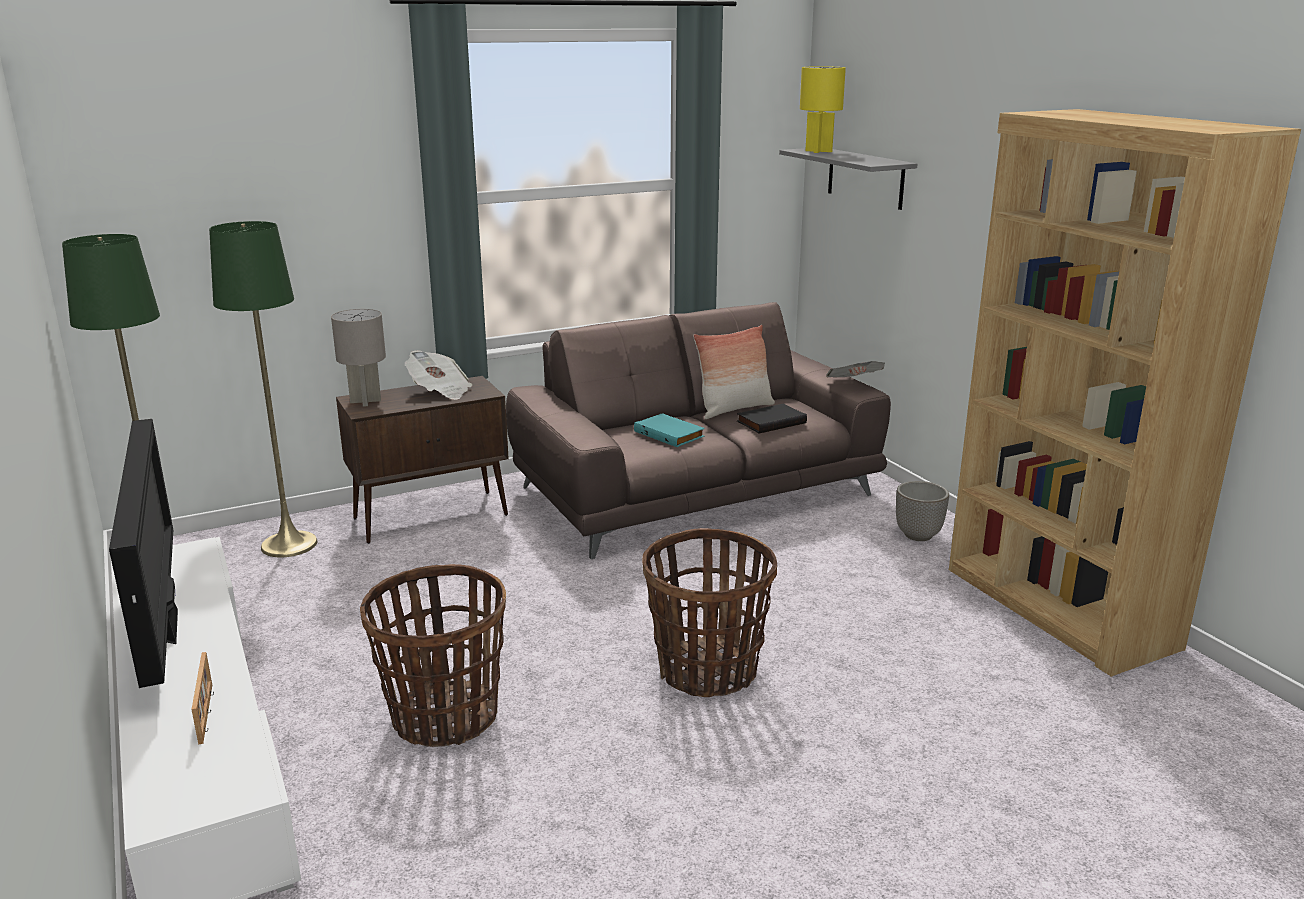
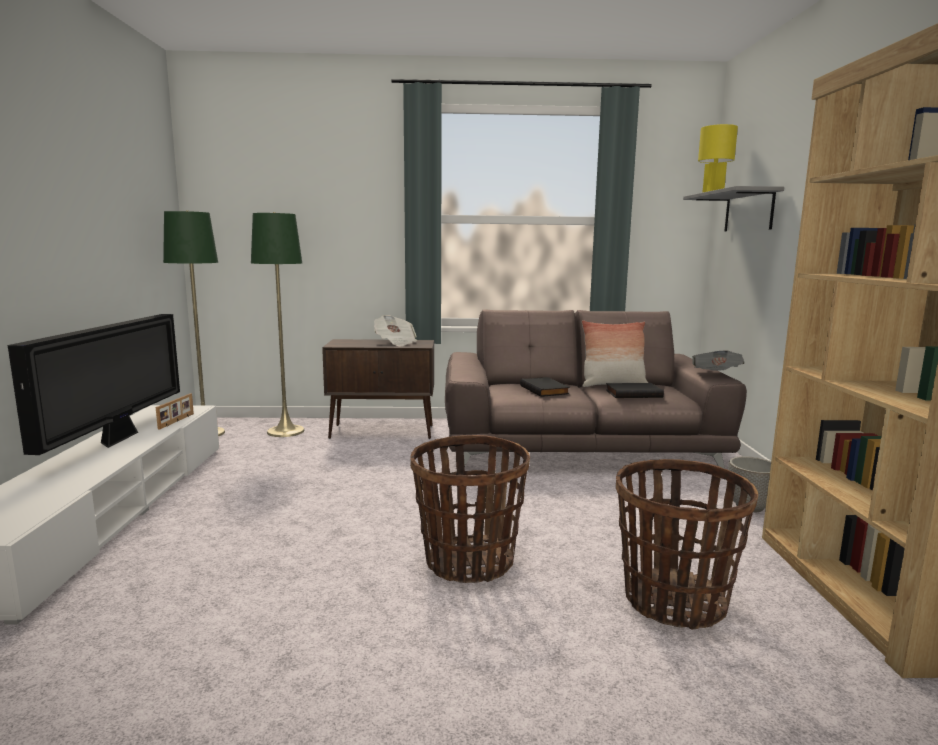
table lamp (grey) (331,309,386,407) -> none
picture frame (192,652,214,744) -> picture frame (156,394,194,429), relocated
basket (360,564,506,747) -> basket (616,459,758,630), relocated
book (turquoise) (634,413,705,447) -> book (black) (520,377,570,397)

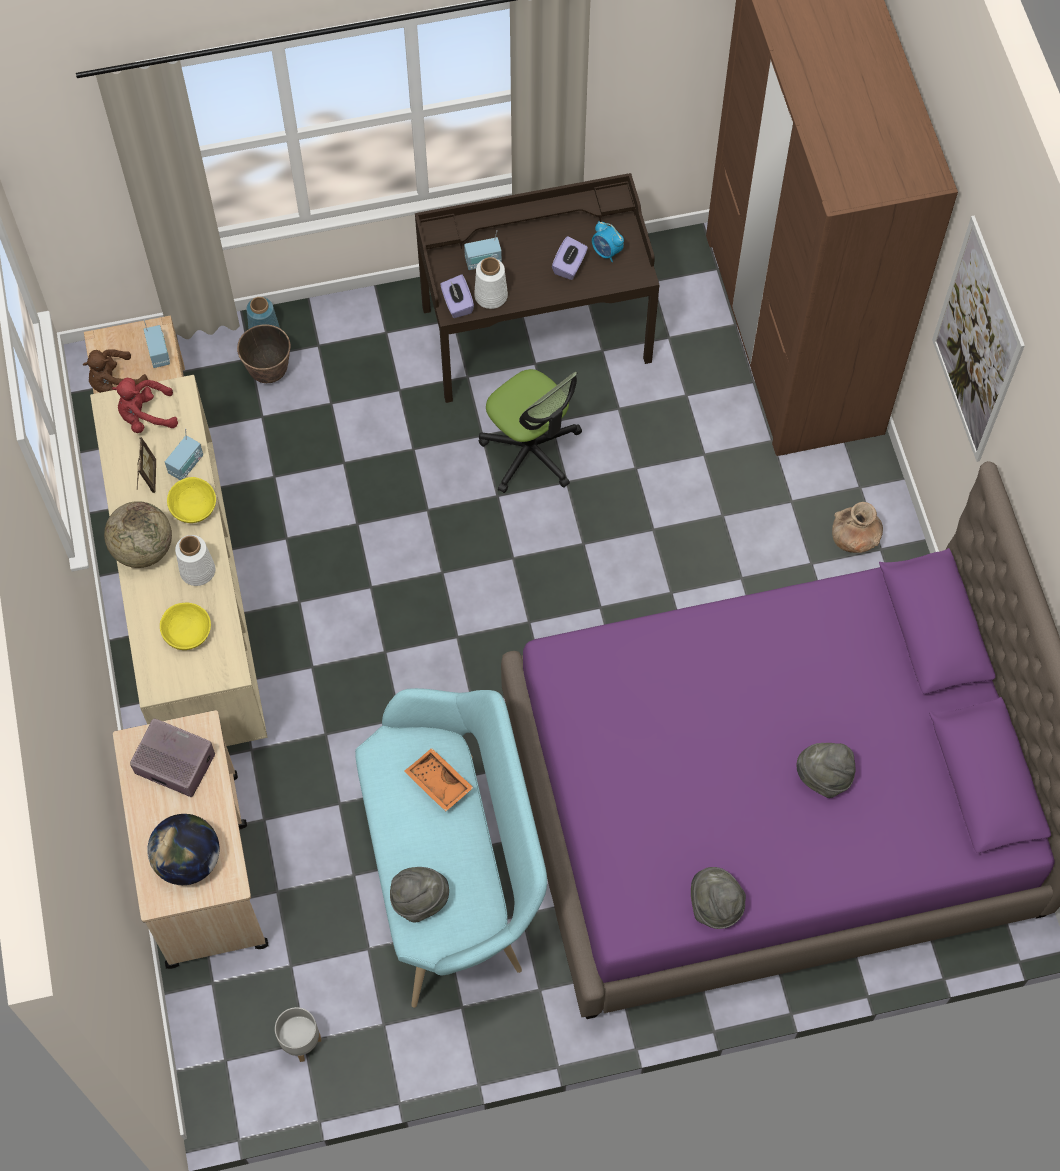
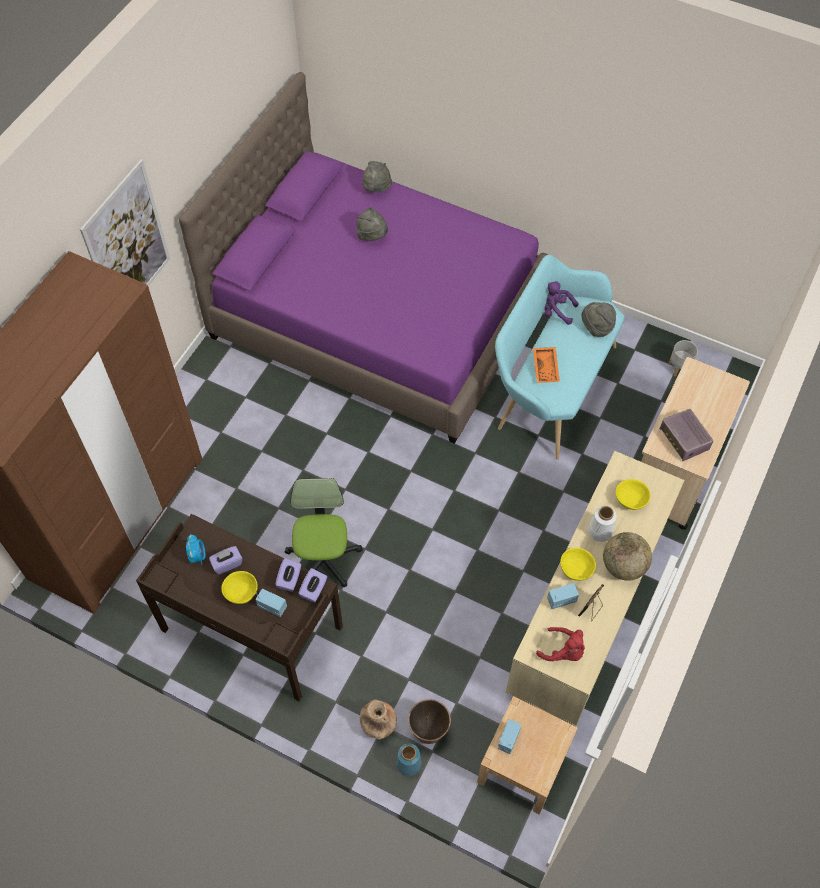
plush toy (brown) (83,349,148,393) -> none
globe (147,814,220,885) -> none
none -> bowl (yellow) (221,571,258,604)
none -> plush toy (purple) (544,281,579,325)
hat (grey) (691,867,746,929) -> hat (grey) (363,161,392,192), relocated
vase (brown) (832,502,883,553) -> vase (brown) (360,699,397,740), relocated
vase (white) (474,257,508,309) -> tissue box (purple) (275,558,301,592)

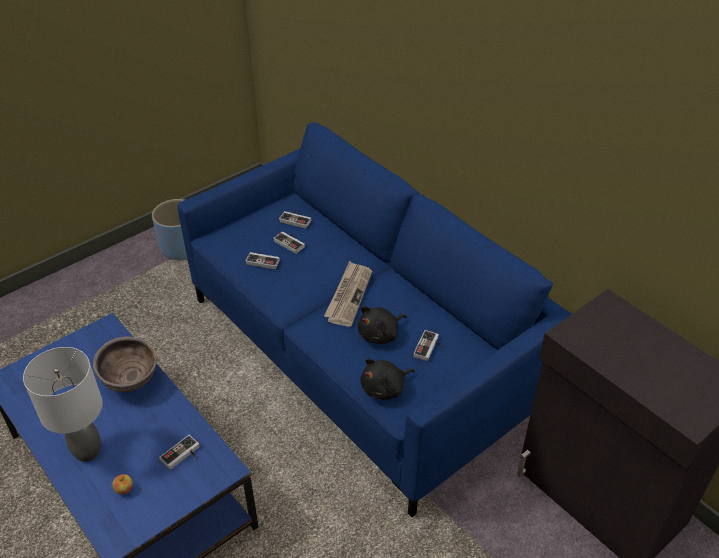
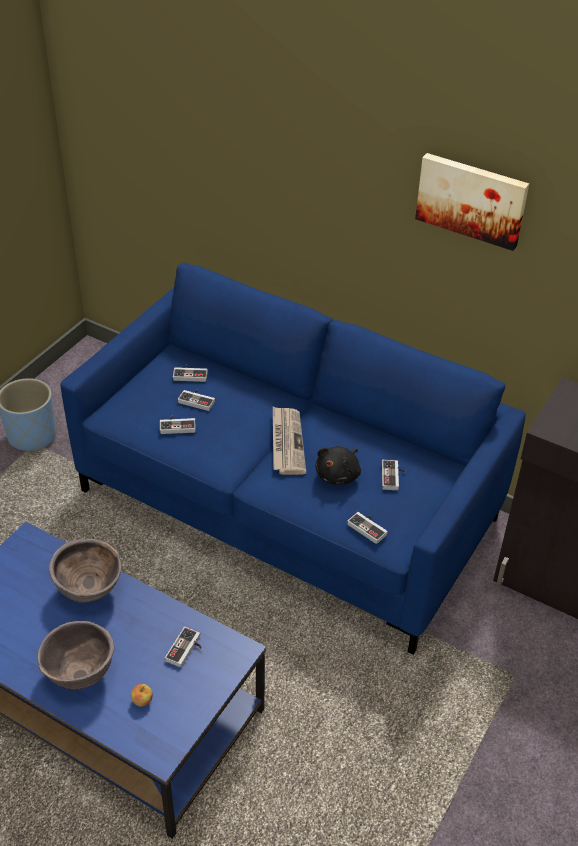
none -> picture (415,153,529,251)
table lamp (grey) (23,347,103,462) -> bowl (brown) (37,621,115,689)
plush toy (black) (361,358,415,400) -> game controller (347,512,388,544)

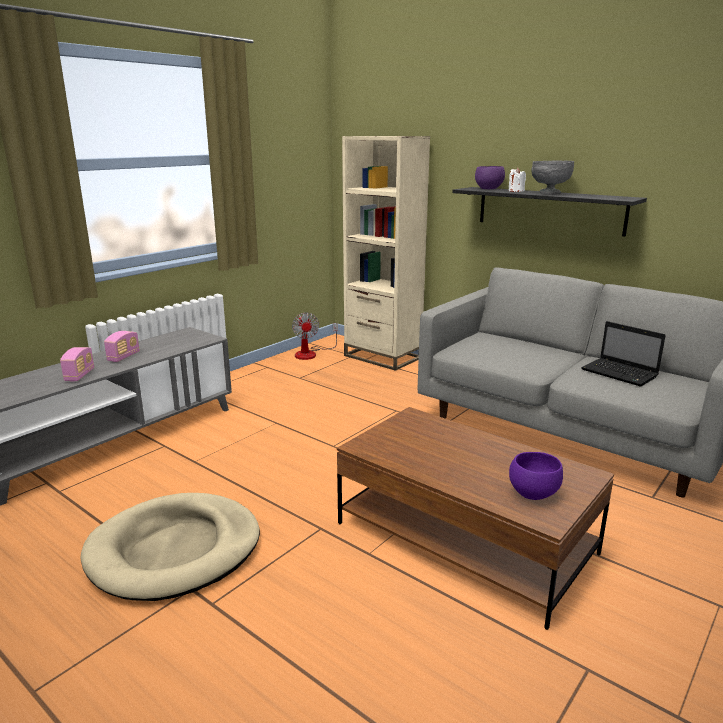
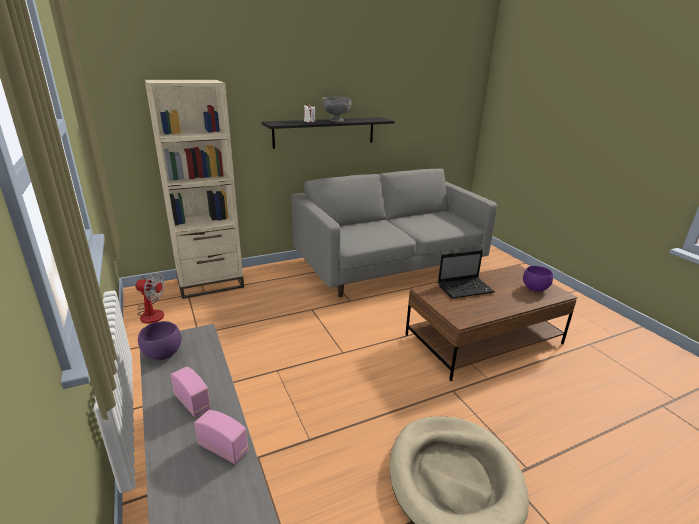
bowl (purple) (475,166,505,189) -> bowl (purple) (138,321,182,360), relocated
laptop (581,321,666,387) -> laptop (438,250,495,299), relocated

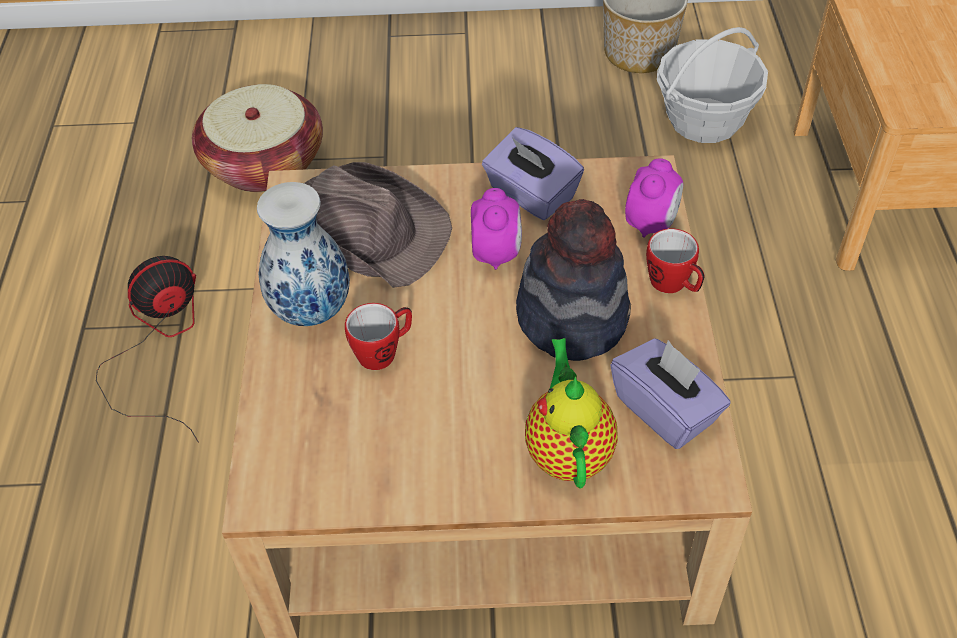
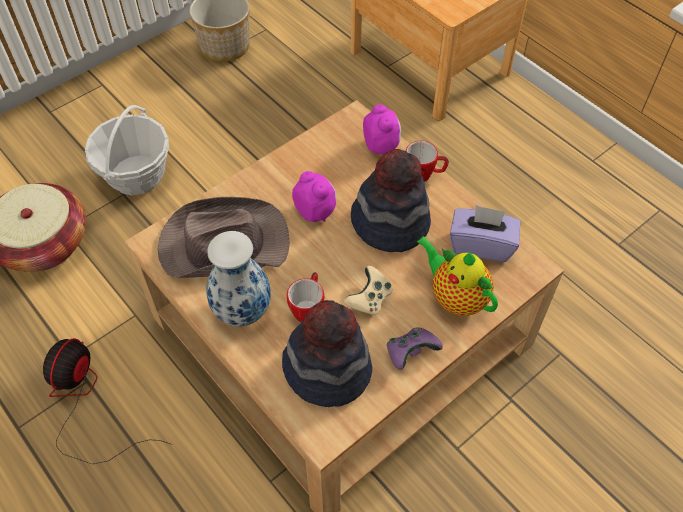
tissue box (purple) (482,127,584,220) -> none
none -> hat (282,300,372,407)
none -> game controller (beige) (344,266,393,316)
none -> game controller (purple) (387,327,443,370)
basket (657,27,768,143) -> basket (85,105,169,195), relocated

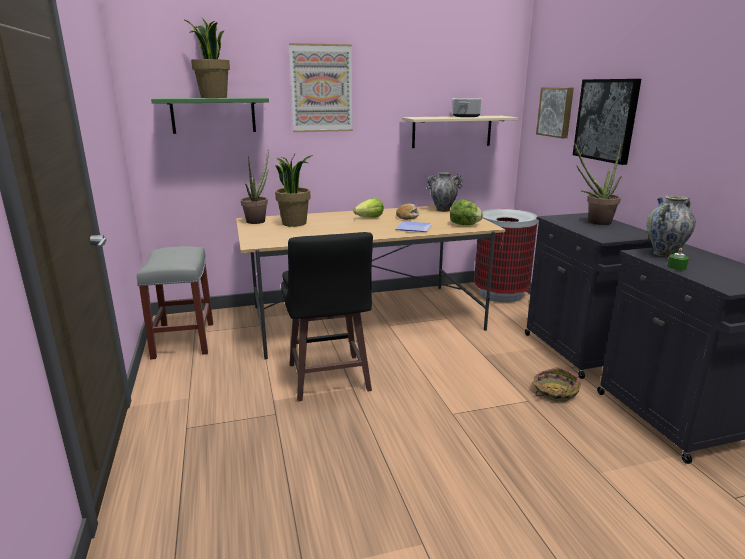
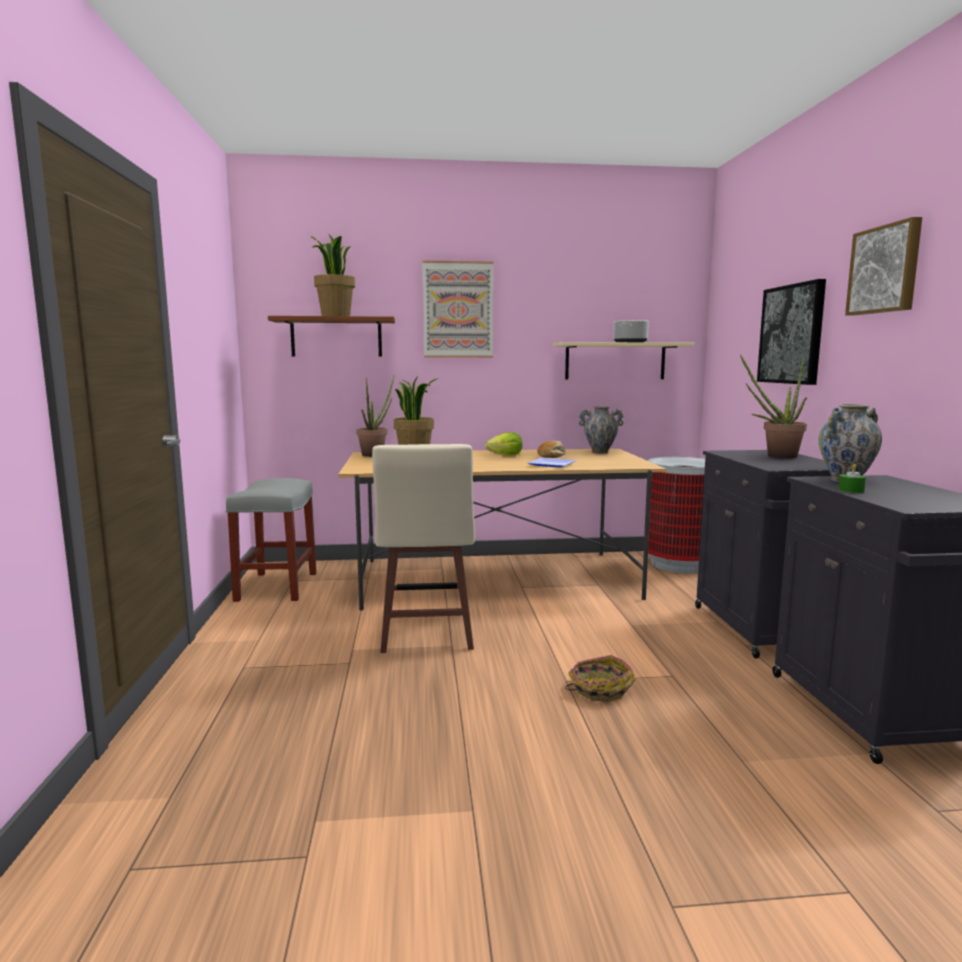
lettuce (450,199,483,225) -> none
basket (533,367,581,401) -> basket (565,655,635,702), relocated
picture (536,87,574,138) -> picture (845,217,922,316), relocated
shelf (green) (151,98,269,134) -> shelf (brown) (268,316,395,357)
stool (black) (281,232,373,401) -> stool (beige) (372,444,475,653)

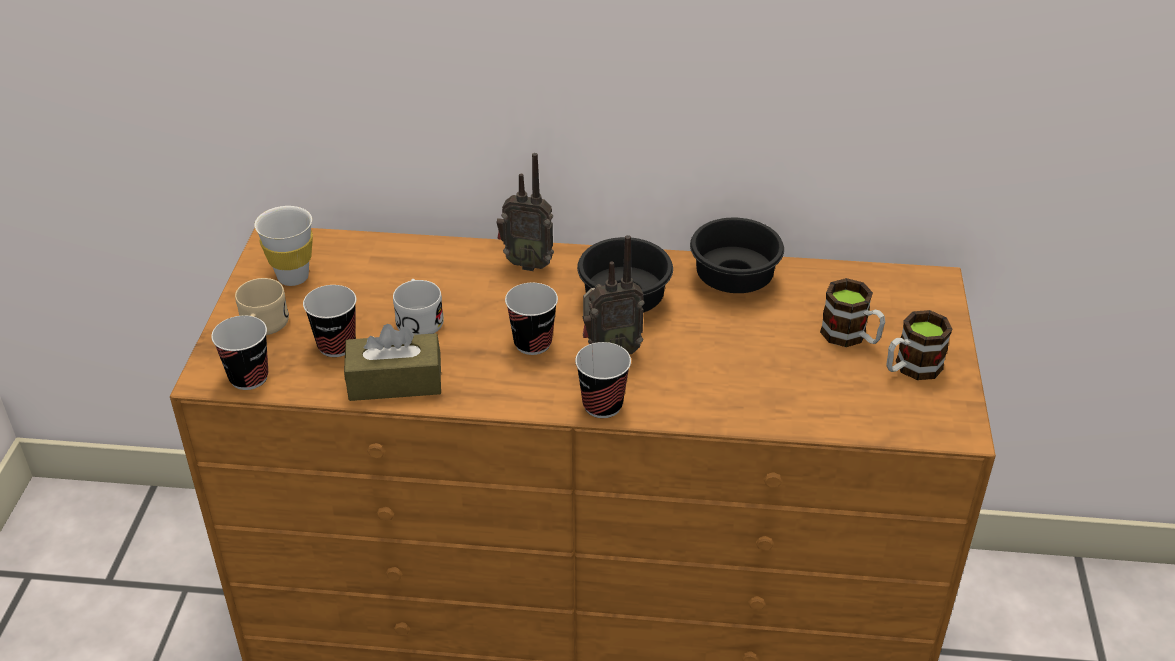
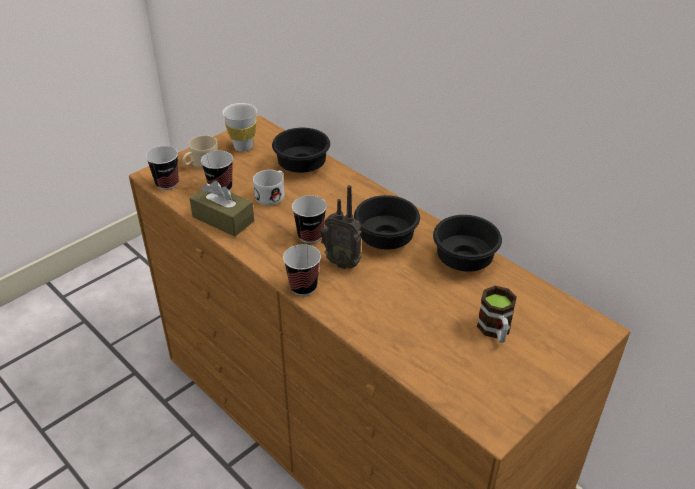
radio (497,153,554,271) -> none
mug (886,310,952,380) -> none
none -> bowl (black) (272,128,330,173)

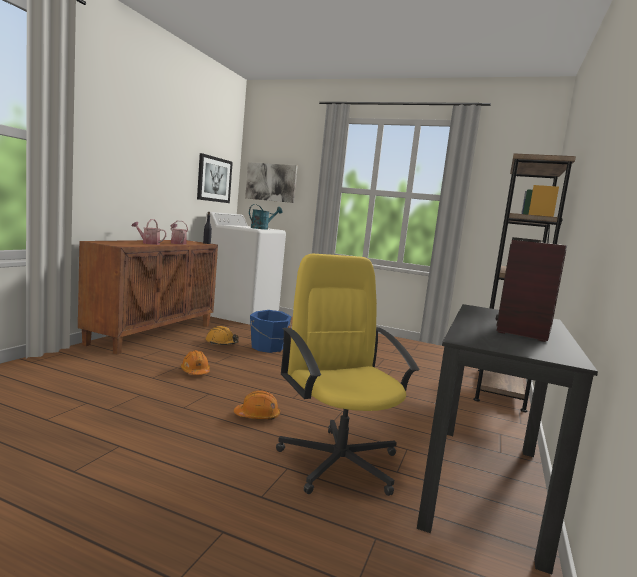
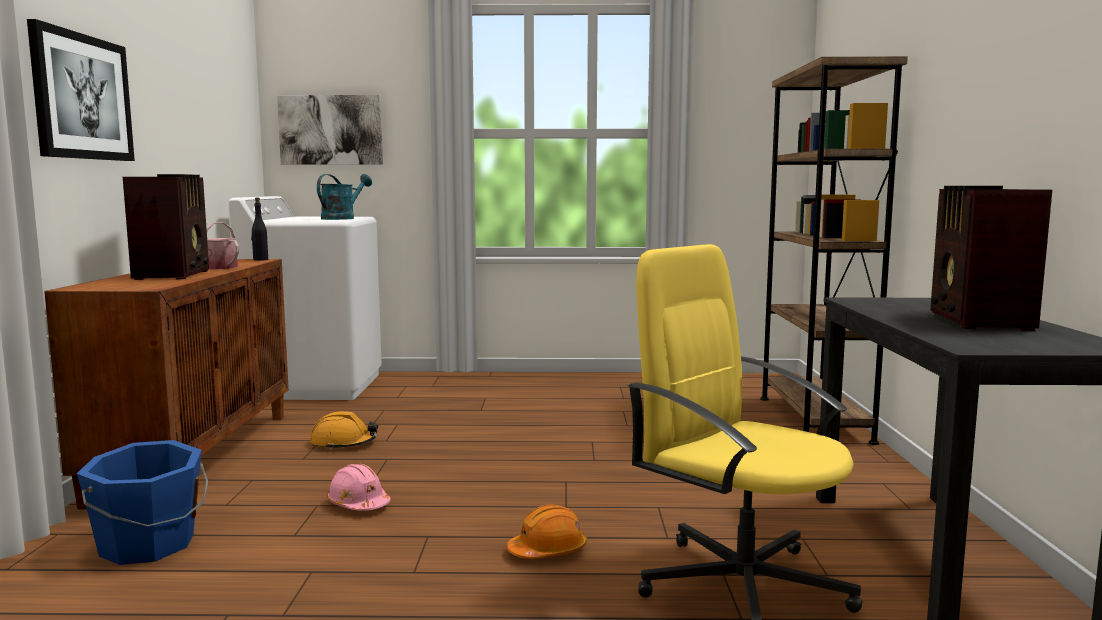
picture (197,153,233,203) -> picture (27,19,135,161), relocated
bucket (blue) (250,310,292,353) -> bucket (blue) (77,440,208,565), relocated
watering can (132,219,167,245) -> radio (123,174,209,280)
hard hat (orange) (181,350,210,375) -> hard hat (pink) (327,464,391,511)

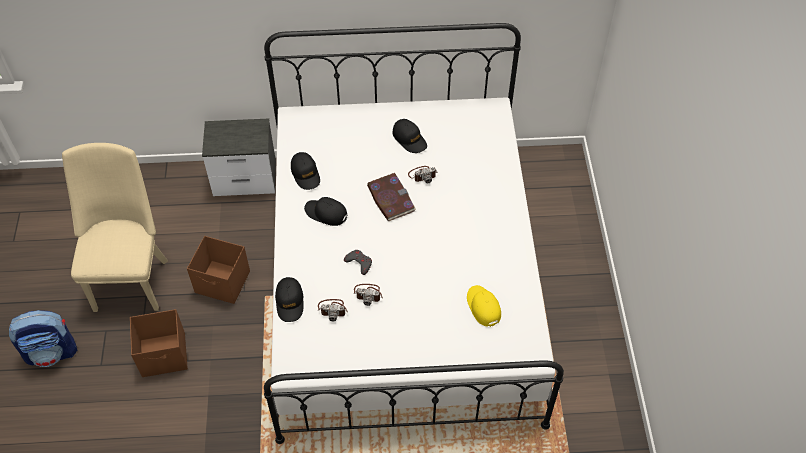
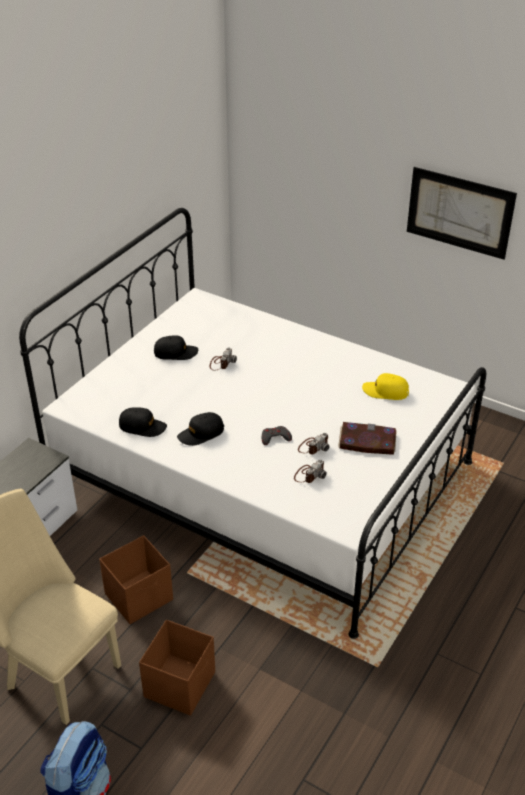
cap (black) (275,277,303,322) -> none
none -> picture (407,167,517,260)
book (367,173,416,221) -> book (338,422,397,455), relocated

